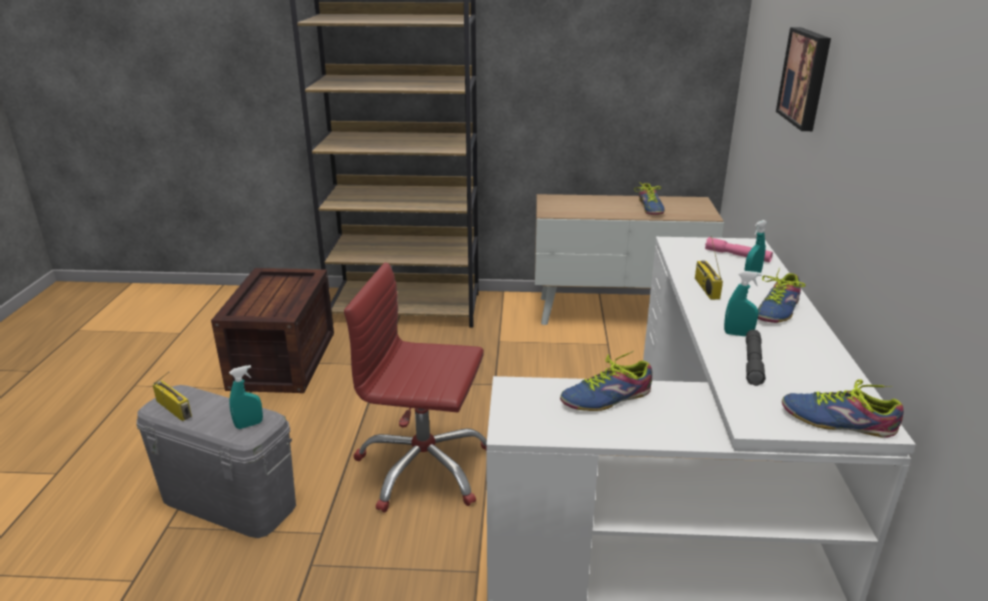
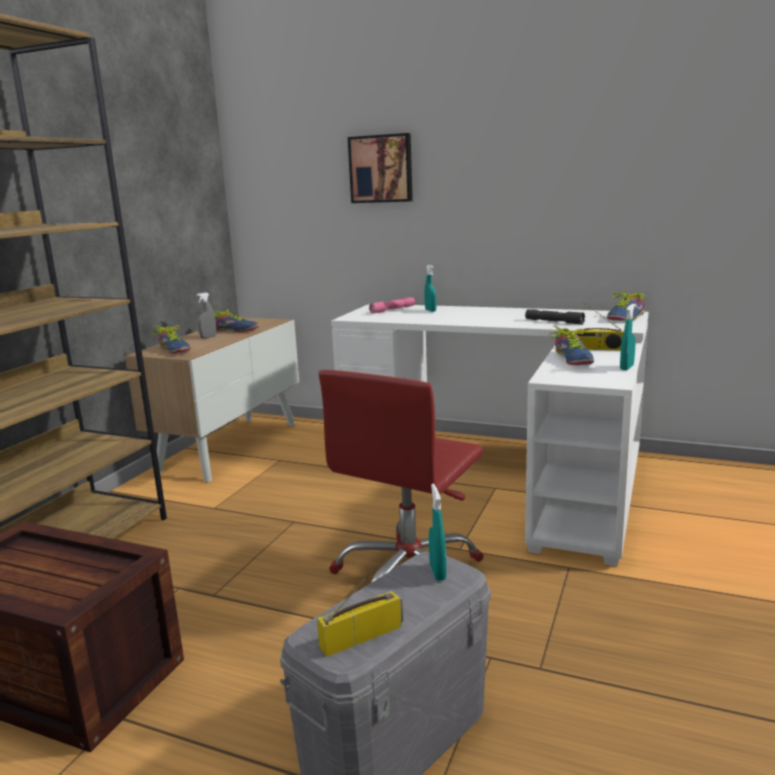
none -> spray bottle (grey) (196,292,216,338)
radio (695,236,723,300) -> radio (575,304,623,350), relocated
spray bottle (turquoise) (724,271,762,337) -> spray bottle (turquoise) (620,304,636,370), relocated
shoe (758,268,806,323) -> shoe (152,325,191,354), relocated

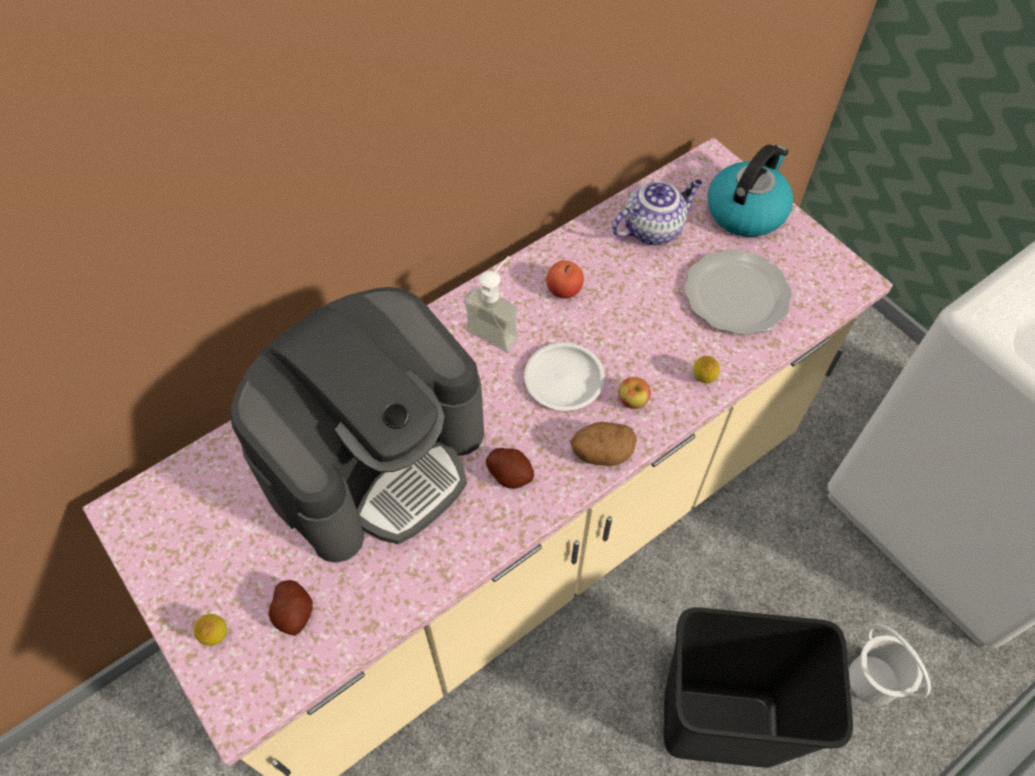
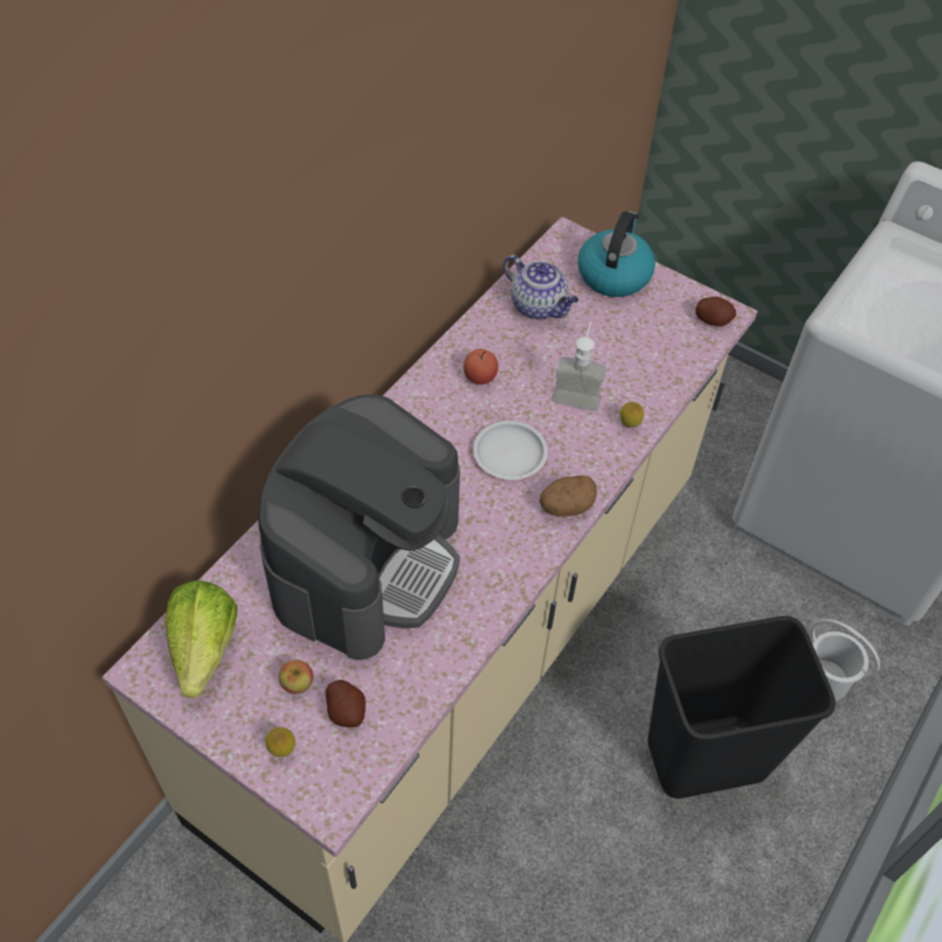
plate (684,249,792,335) -> none
none -> lettuce (165,580,237,698)
soap dispenser (463,256,519,352) -> soap dispenser (551,322,606,411), relocated
potato (486,448,534,489) -> potato (696,297,736,327), relocated
apple (618,377,651,409) -> apple (279,660,313,694), relocated
teapot (612,179,702,245) -> teapot (503,255,579,320), 90 degrees clockwise

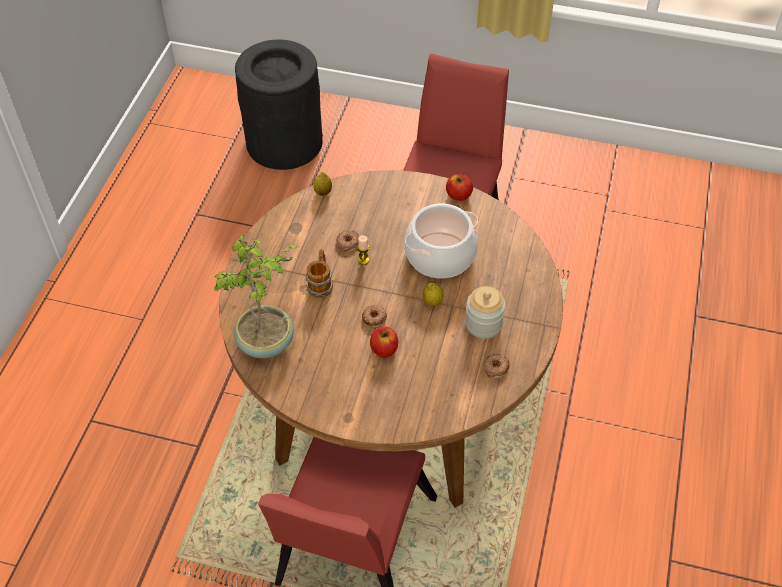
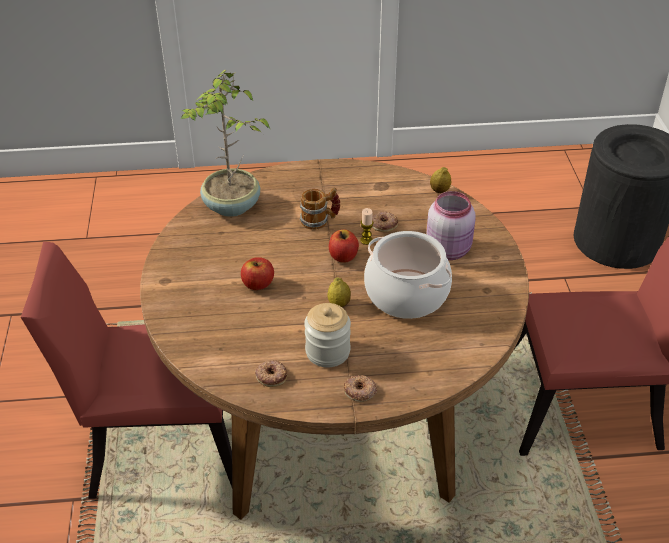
none -> jar (pink) (426,191,475,260)
donut (362,304,387,328) -> donut (344,375,377,402), relocated
apple (446,174,473,201) -> apple (329,229,359,263), relocated

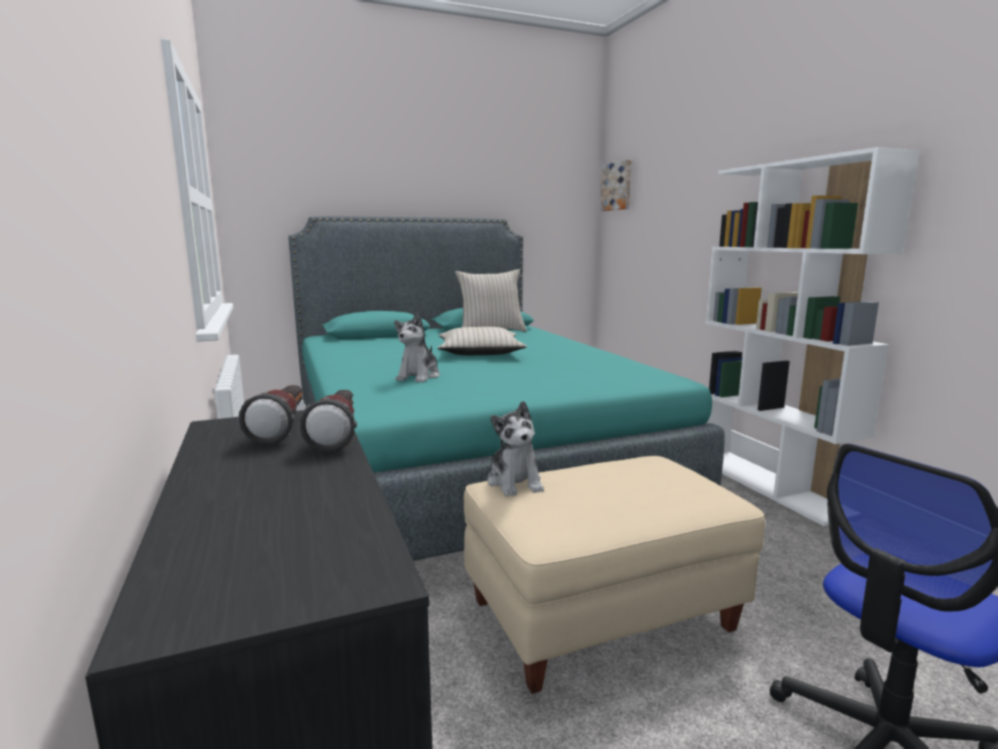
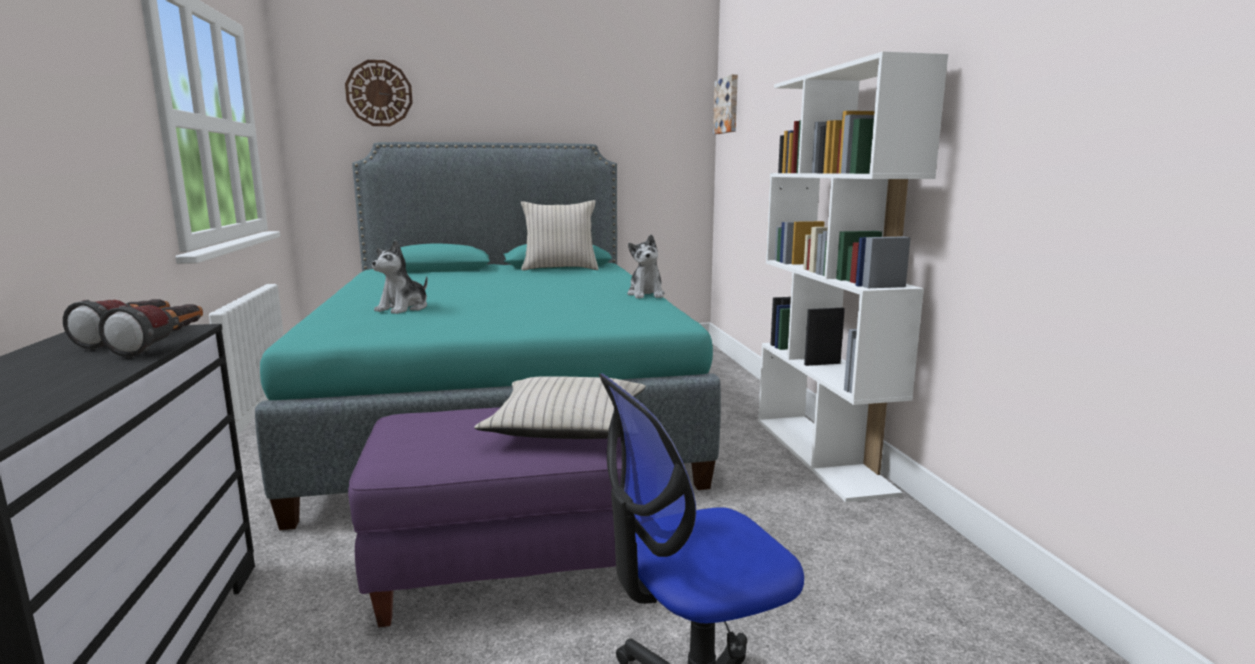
none -> wall clock (345,60,413,126)
pillow (beige) (438,327,527,355) -> pillow (beige) (474,376,646,439), relocated
plush toy (487,401,544,497) -> plush toy (627,234,665,298), relocated
ottoman (beige) (464,456,765,694) -> ottoman (purple) (348,407,622,627)

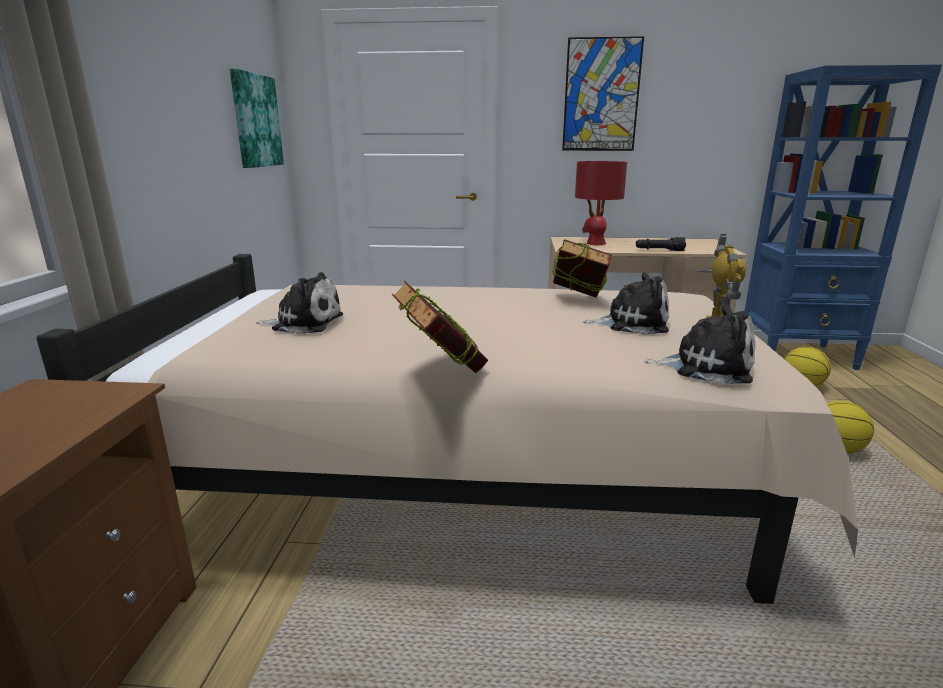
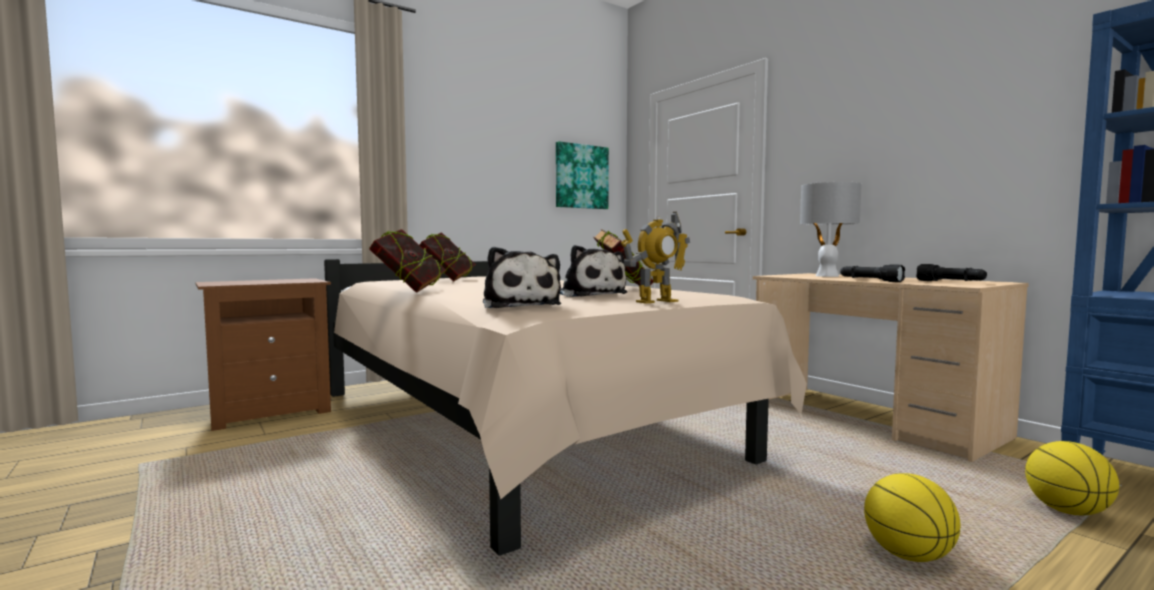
picture (562,36,644,151) -> none
none -> flashlight (black) (916,264,987,281)
plush toy (256,272,343,334) -> book (420,232,476,282)
table lamp (red) (575,161,627,245) -> table lamp (grey) (800,182,862,277)

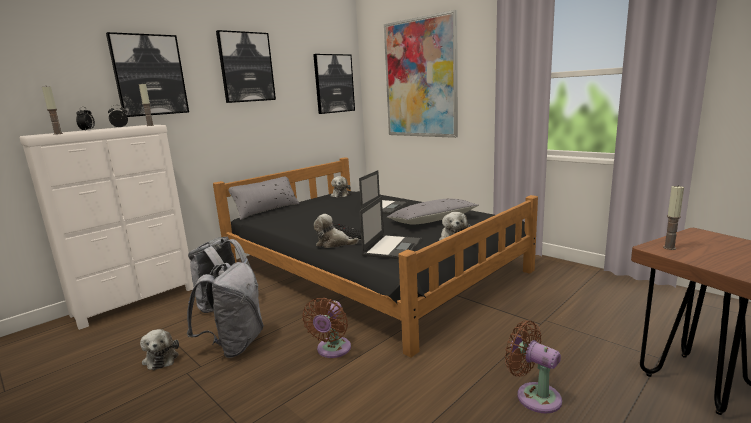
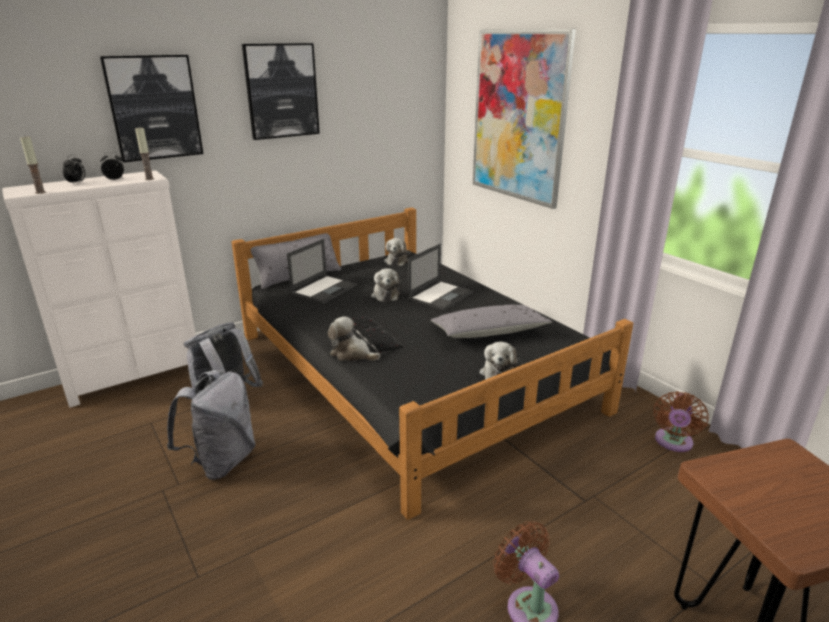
picture (313,54,355,114) -> none
candle (663,185,684,250) -> none
plush toy (140,329,179,370) -> plush toy (371,268,402,302), relocated
fan (brown) (302,298,351,358) -> fan (brown) (654,391,709,452), relocated
laptop (359,196,422,259) -> laptop (287,239,357,304), relocated

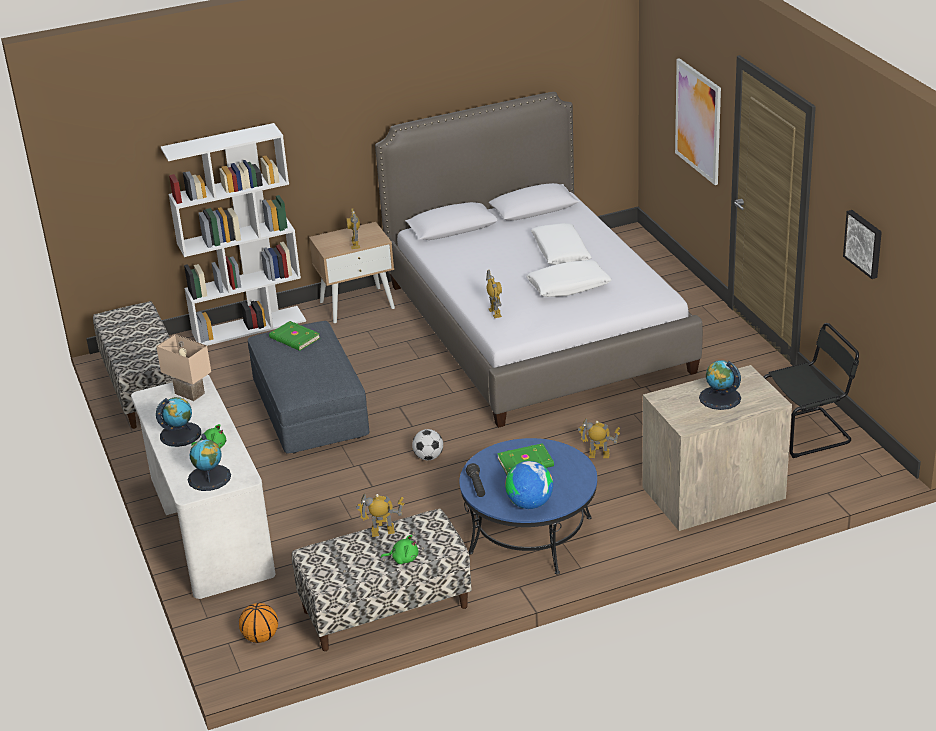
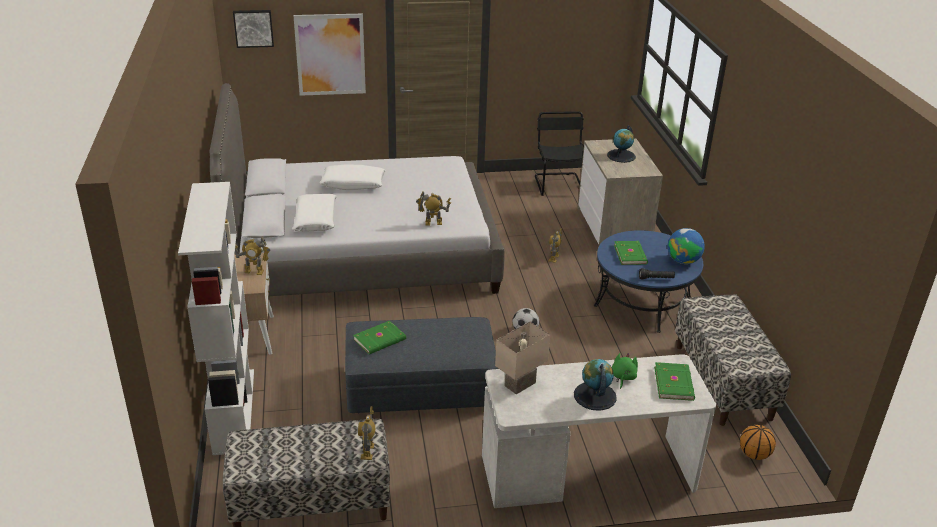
plush toy (green) (381,535,419,564) -> none
toy robot (356,494,405,537) -> toy robot (358,406,375,460), relocated
pillow (white) (526,260,612,297) -> pillow (white) (293,194,337,232), relocated
picture (843,210,882,279) -> picture (233,10,274,48), relocated
globe (188,434,231,491) -> book (green) (654,362,695,401)

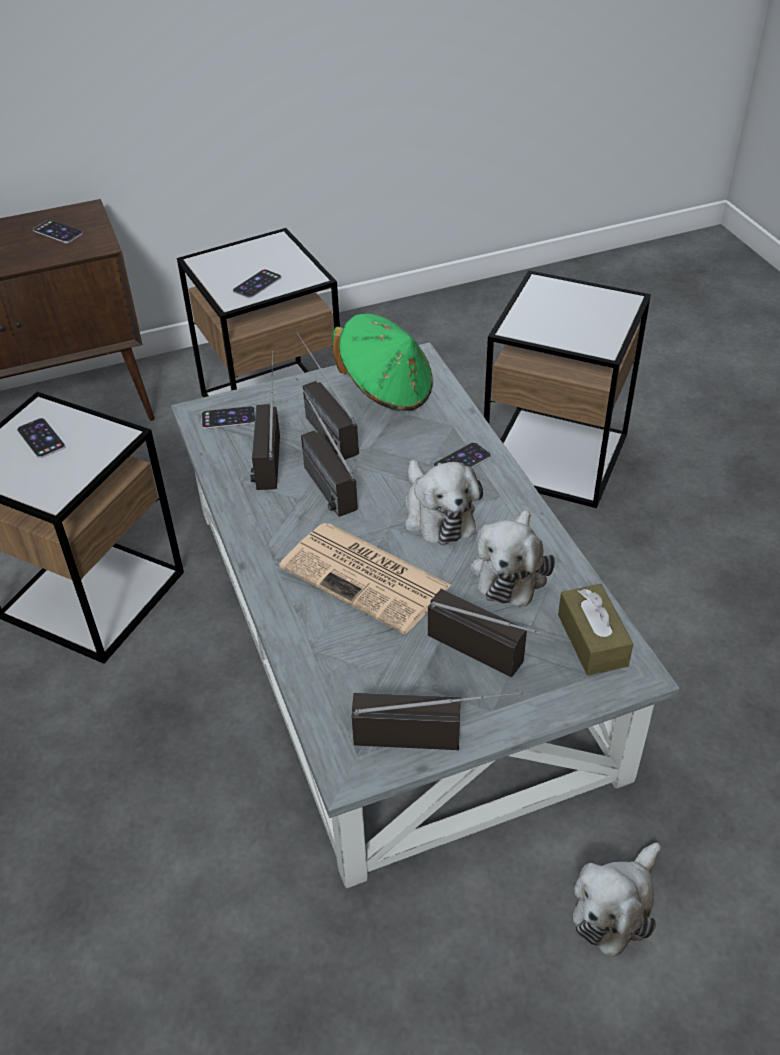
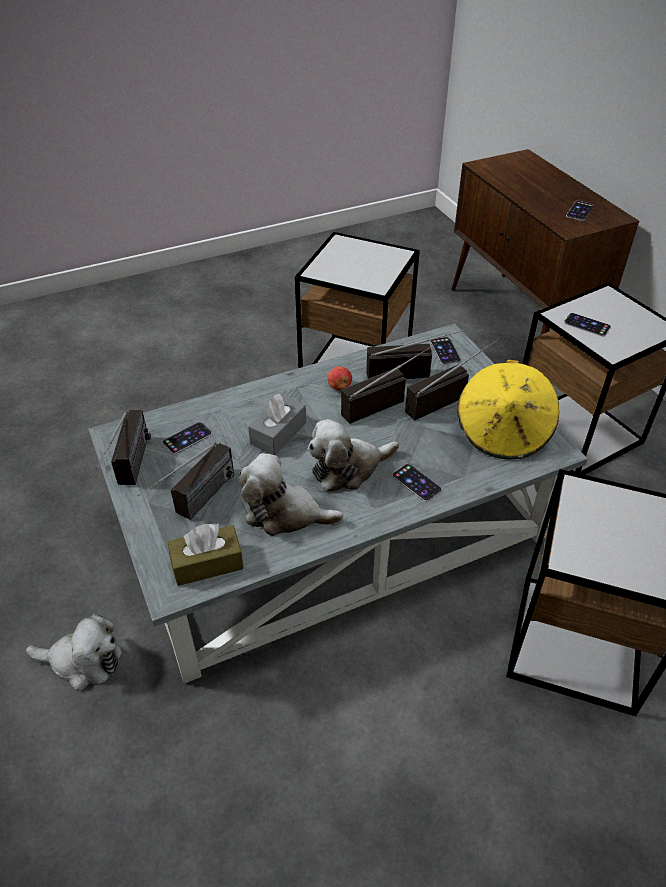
none -> apple (328,366,352,390)
phone (17,418,66,458) -> phone (162,422,212,454), relocated
newspaper (279,523,451,634) -> tissue box (grey) (248,394,306,455)
hat (green) (332,314,433,411) -> hat (yellow) (457,360,559,460)
plush toy (573,843,661,958) -> plush toy (26,614,122,691), 150 degrees clockwise

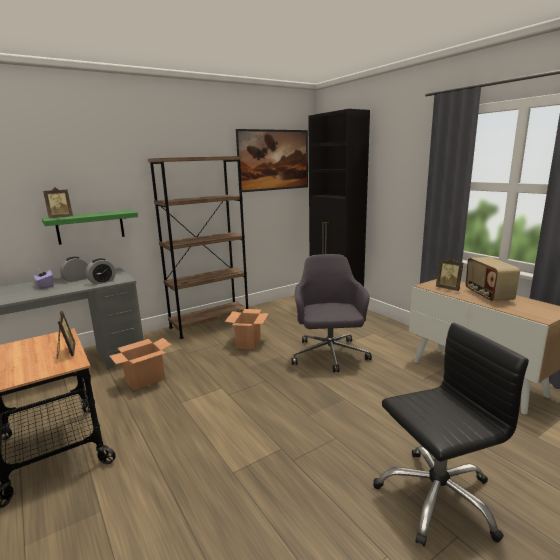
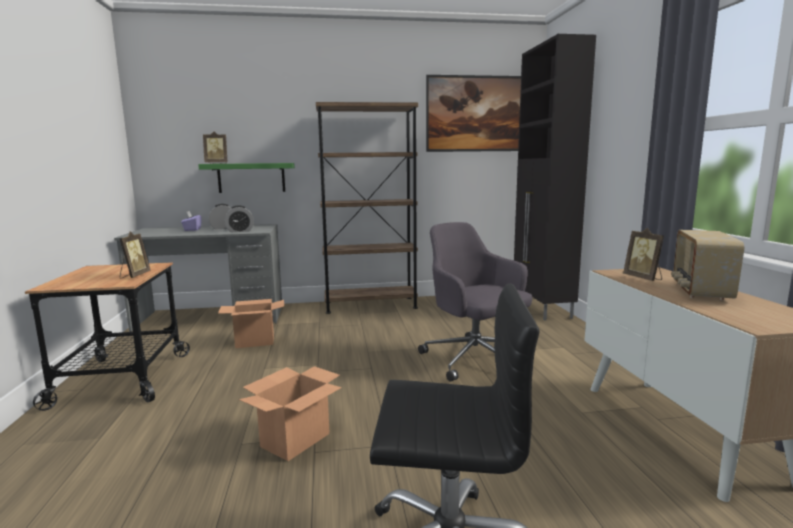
cardboard box (225,309,269,349) -> cardboard box (239,366,342,461), relocated
office chair (grey) (291,254,372,372) -> office chair (grey) (418,222,532,382), 60 degrees counterclockwise

